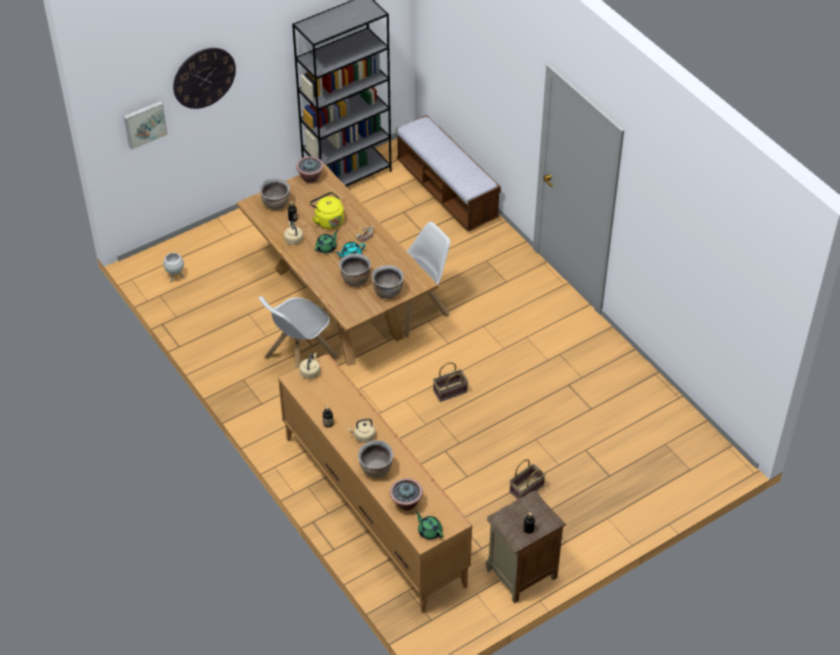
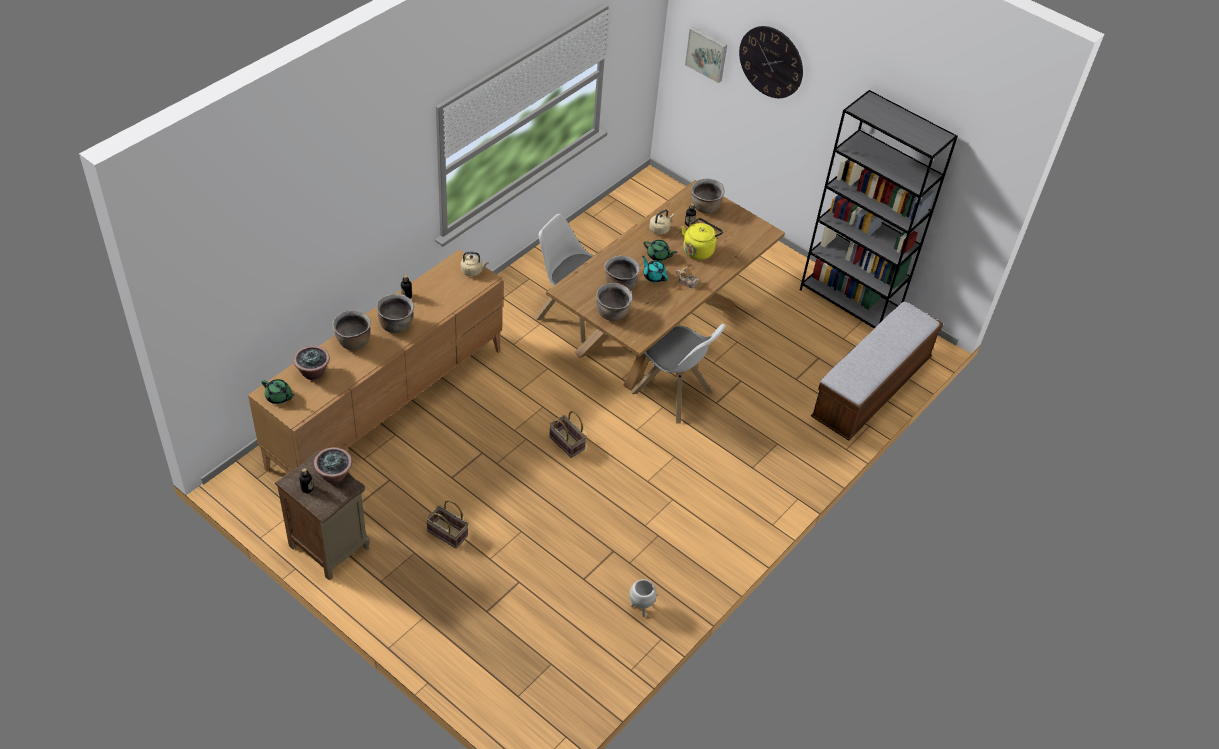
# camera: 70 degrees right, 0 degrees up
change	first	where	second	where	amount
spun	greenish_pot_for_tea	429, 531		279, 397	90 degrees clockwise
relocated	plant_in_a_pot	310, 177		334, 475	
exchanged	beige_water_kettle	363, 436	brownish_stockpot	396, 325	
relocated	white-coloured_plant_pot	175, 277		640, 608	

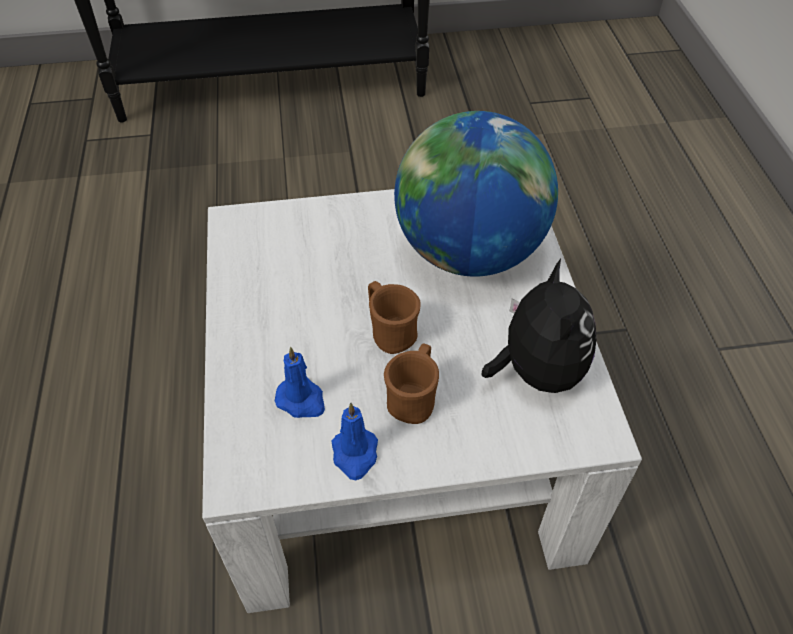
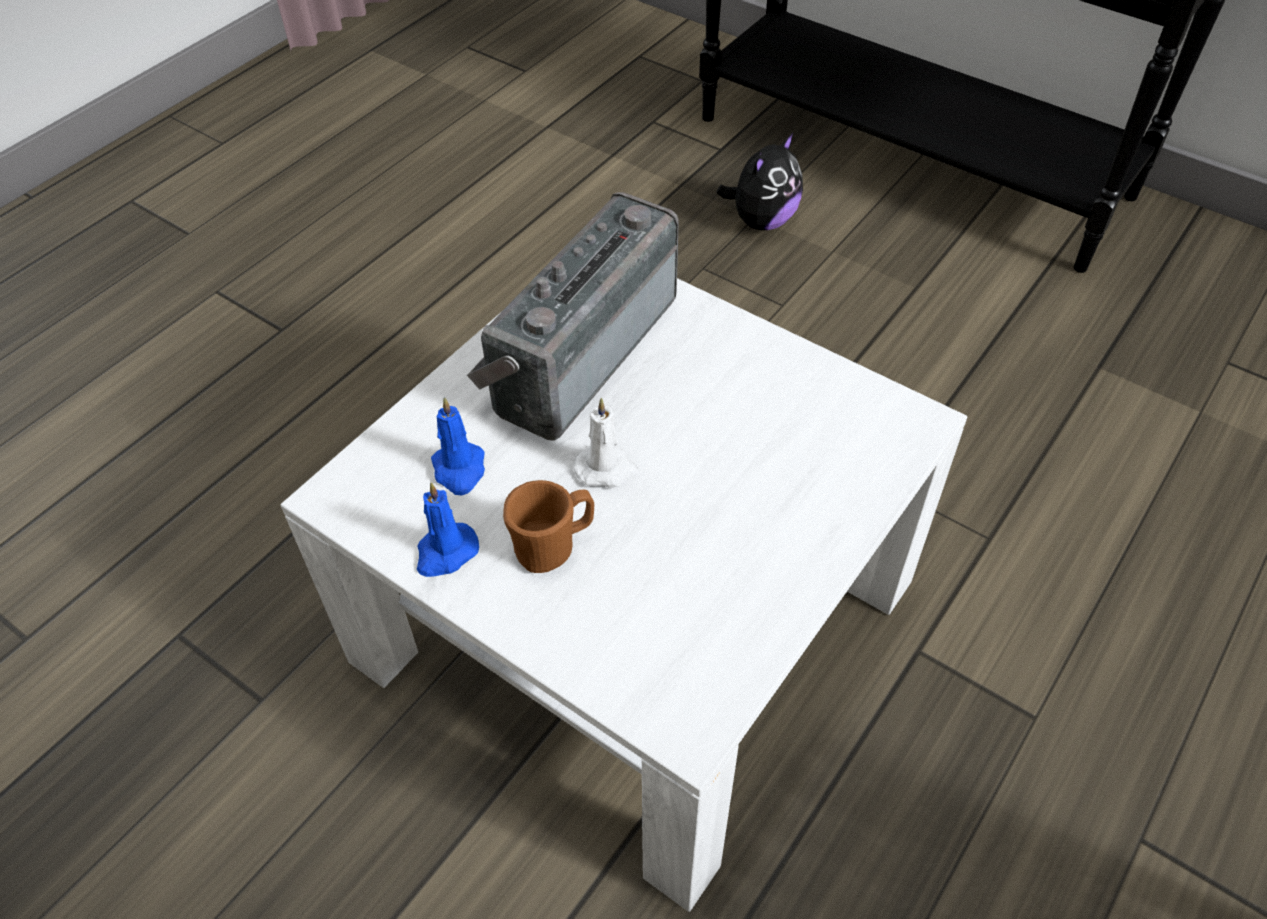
# camera: 45 degrees right, 0 degrees up
change	first	where	second	where	amount
appeared			radio_set	578, 350	
exchanged	brownish_mug	390, 332	white-coloured_wax_light	607, 469	
relocated	soft_toy	536, 371		761, 220	
missing	world_globe	468, 252			

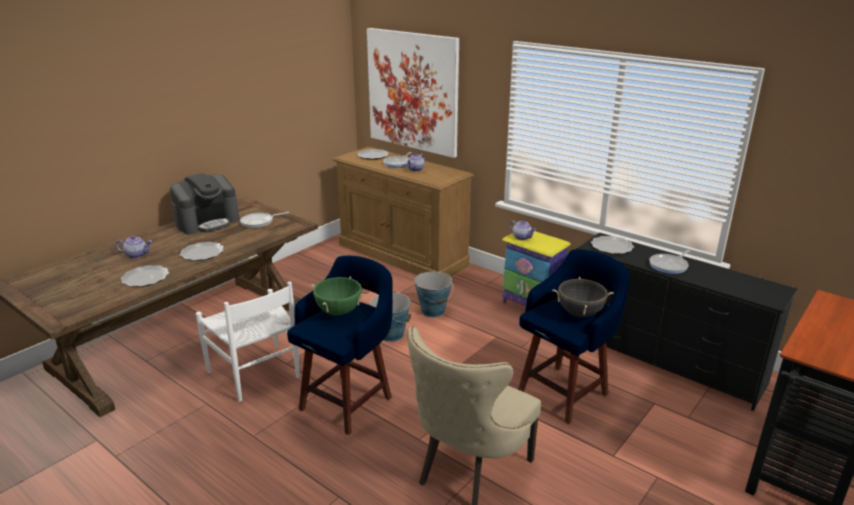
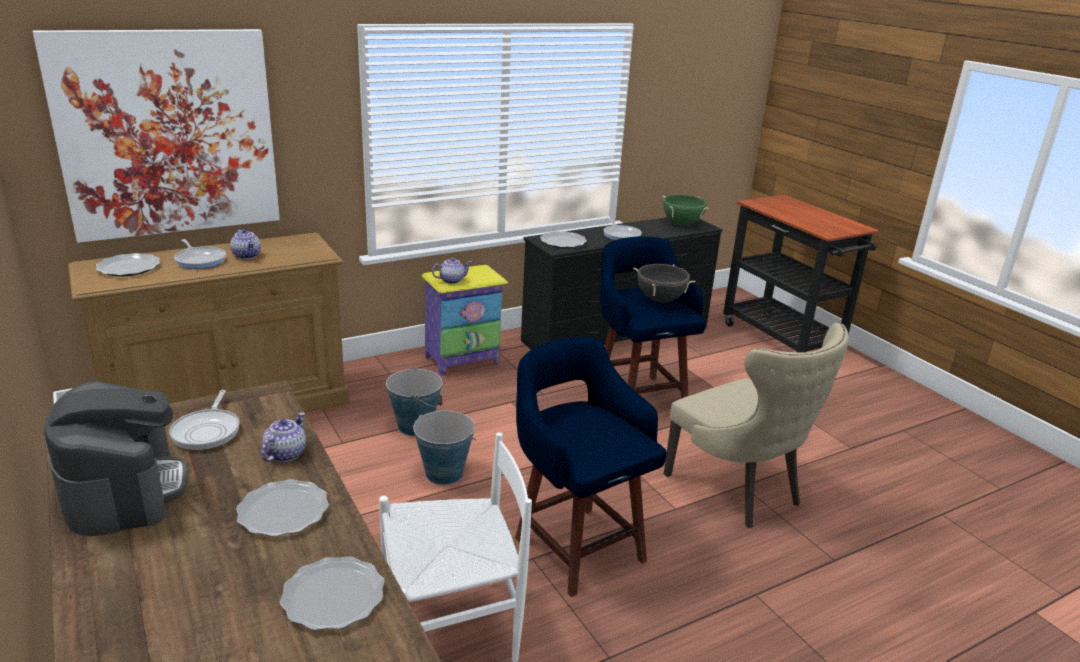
# camera: 70 degrees left, 0 degrees up
change	first	where	second	where	amount
relocated	pot_for_tea	137, 255		285, 453	
relocated	greenish_stockpot	339, 312		681, 224	

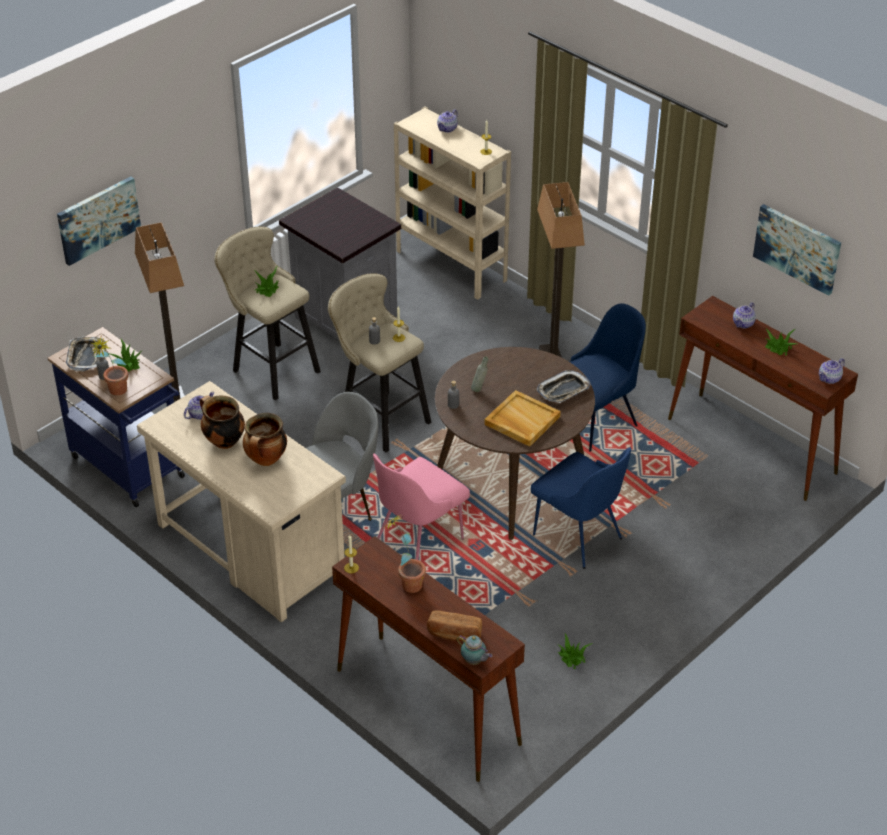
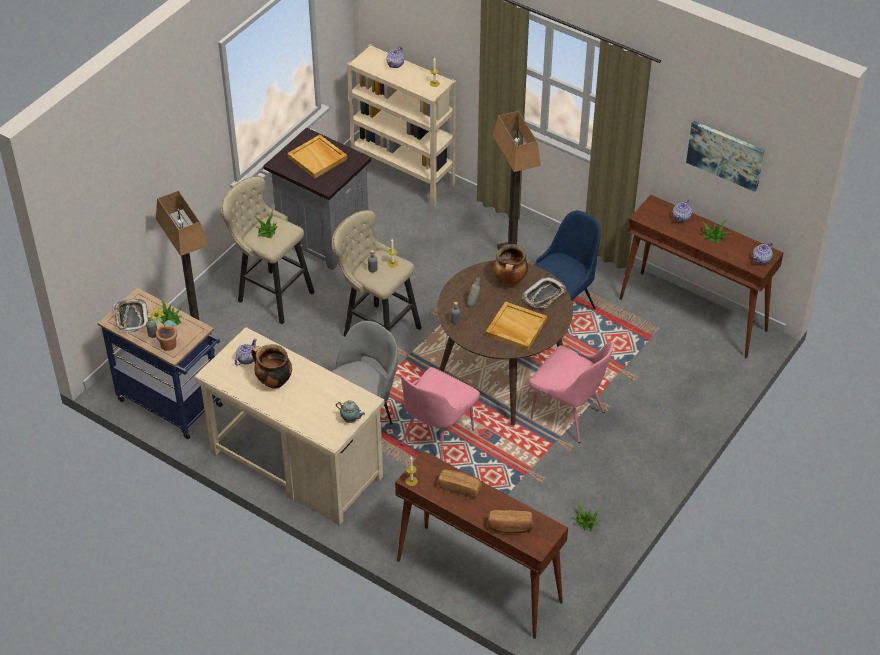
# camera: 10 degrees left, 5 degrees up
change	first	where	second	where	amount
appeared			beige_tray	318, 158	
relocated	pot_for_tea	474, 661		351, 420	
exchanged	plant_in_a_pot	406, 582	bread	460, 487	
relocated	stockpot	266, 460		510, 281	
colour	blue-coloured_plain_chair	578, 537	pink_plain_chair	568, 415	
missing	wall_picture	98, 219			

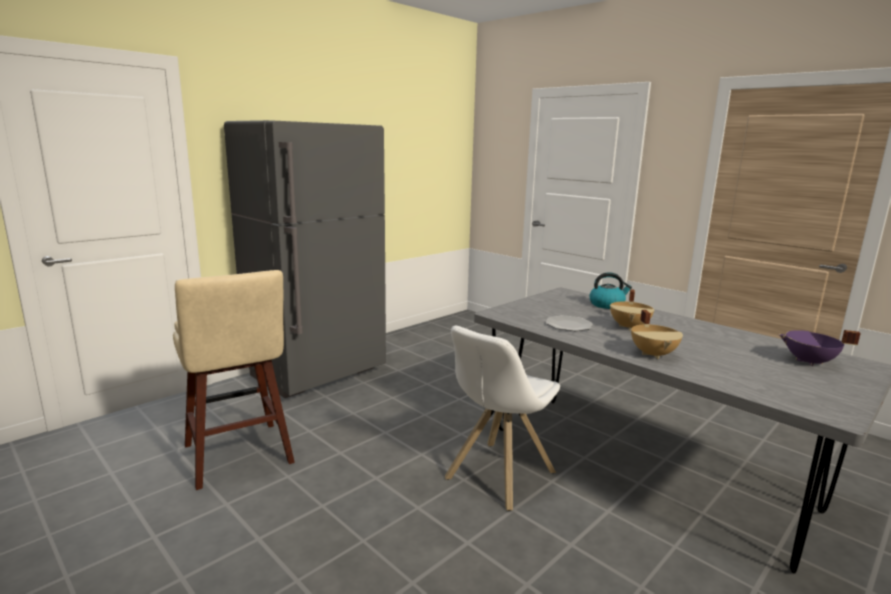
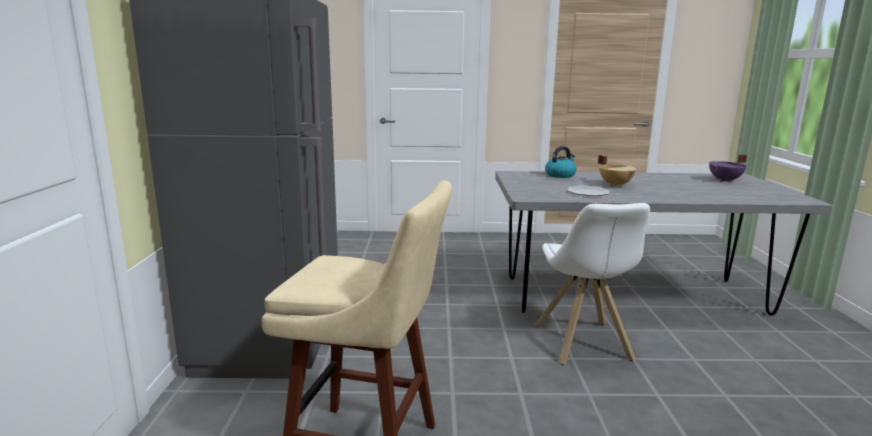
# camera: 45 degrees left, 0 degrees up
change	first	where	second	where	amount
missing	beige_stockpot	654, 354			

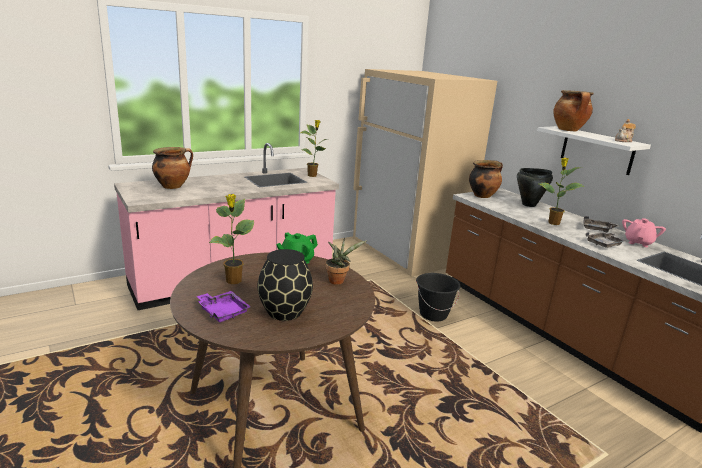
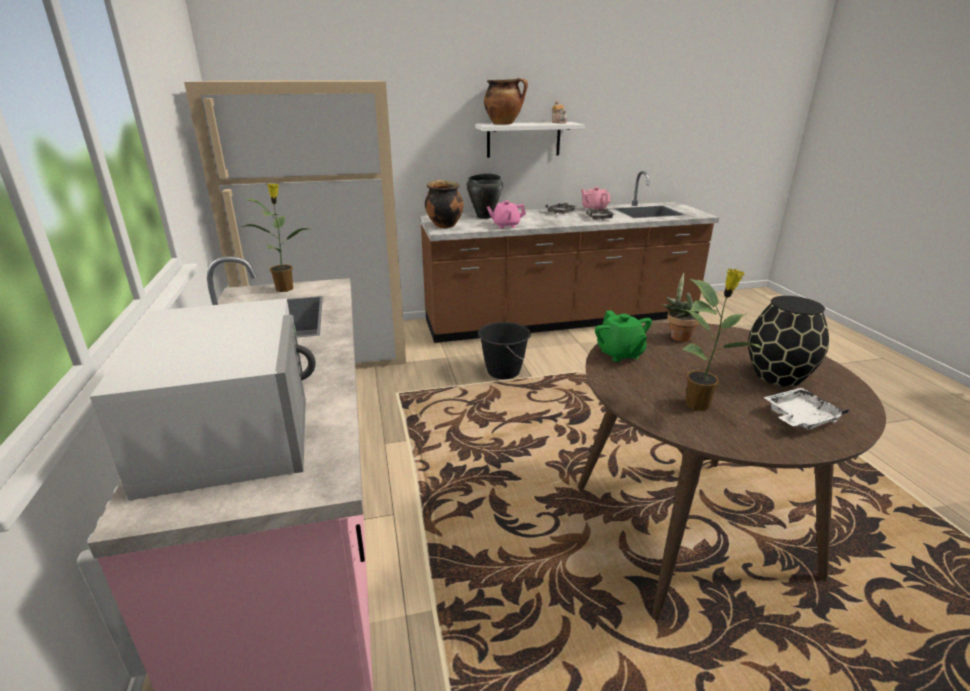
# camera: 70 degrees left, 5 degrees up
change	first	where	second	where	amount
exchanged	stockpot	173, 186	white-coloured_microwave	231, 429	
appeared			pink_pot_for_tea	505, 226	
colour	purplish_tray	223, 311	white-coloured_tray	799, 418	
missing	plant_in_a_pot	553, 223			

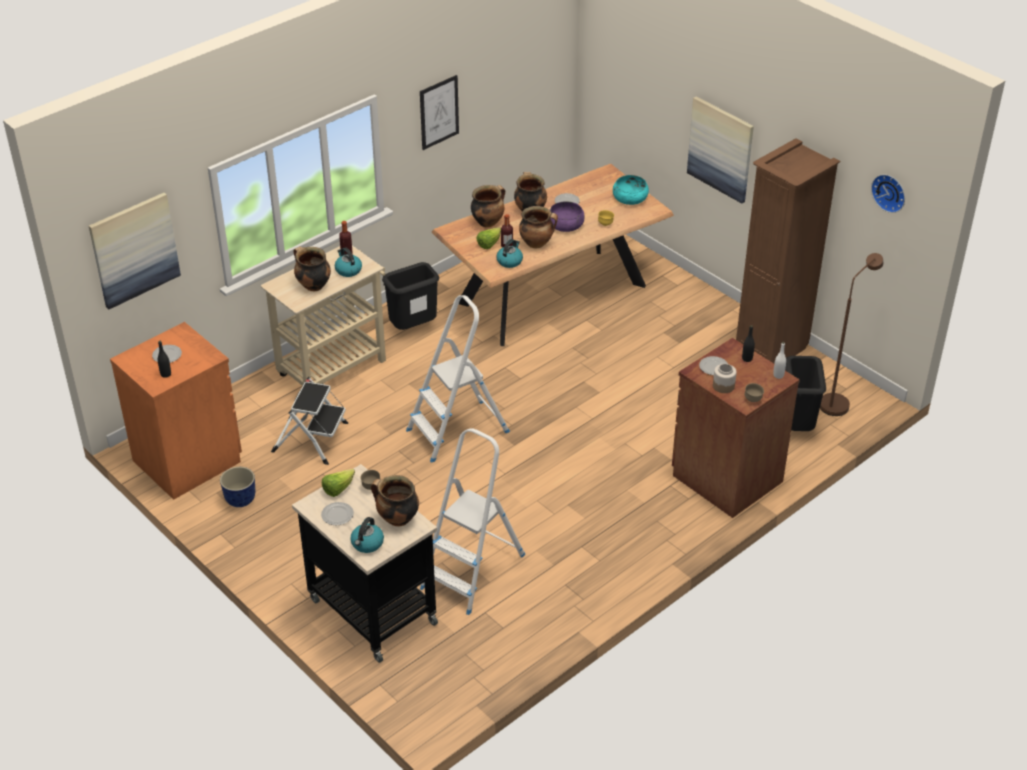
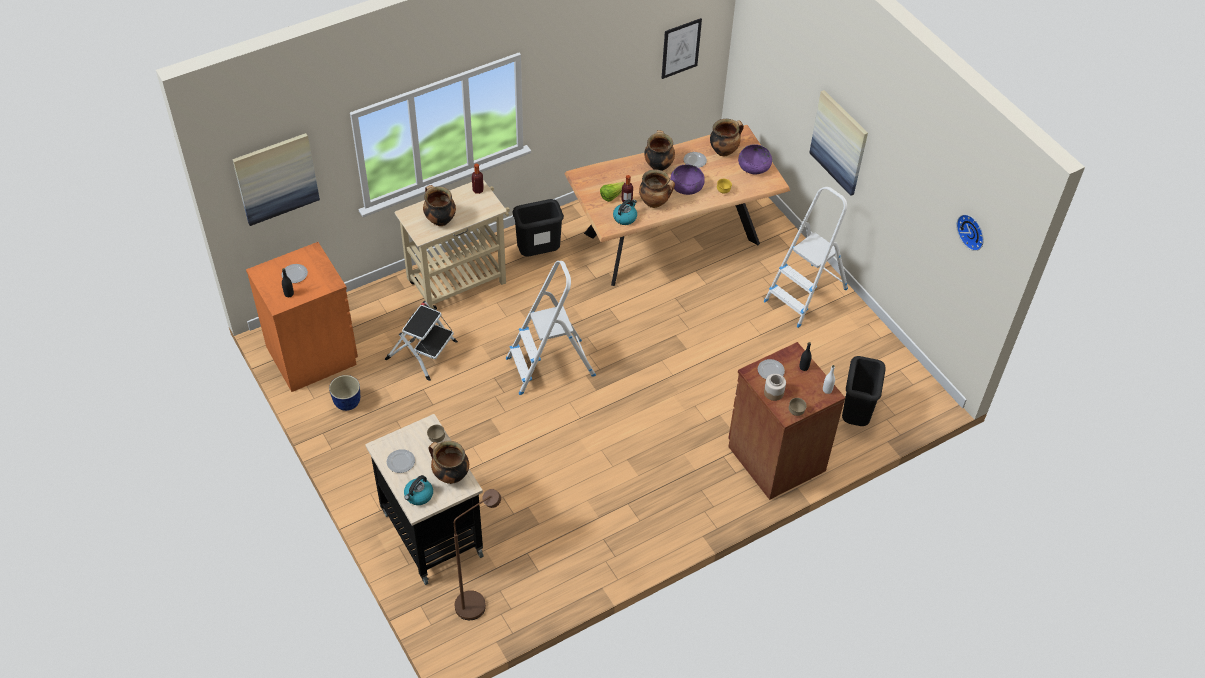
# camera: 10 degrees right, 10 degrees up
change	first	where	second	where	amount
relocated	brownish_standing_lamp	838, 401		477, 601	
relocated	wall_picture	439, 112		681, 48	
relocated	stockpot	488, 222		724, 150	
colour	turquoise_serving_bowl	630, 198	purplish_serving_bowl	754, 166	
relocated	white-coloured_step_stool	472, 572		805, 295	
missing	lettuce_head	338, 489			
missing	water_kettle	348, 270			
missing	brownish_storage_cabinet	771, 349			

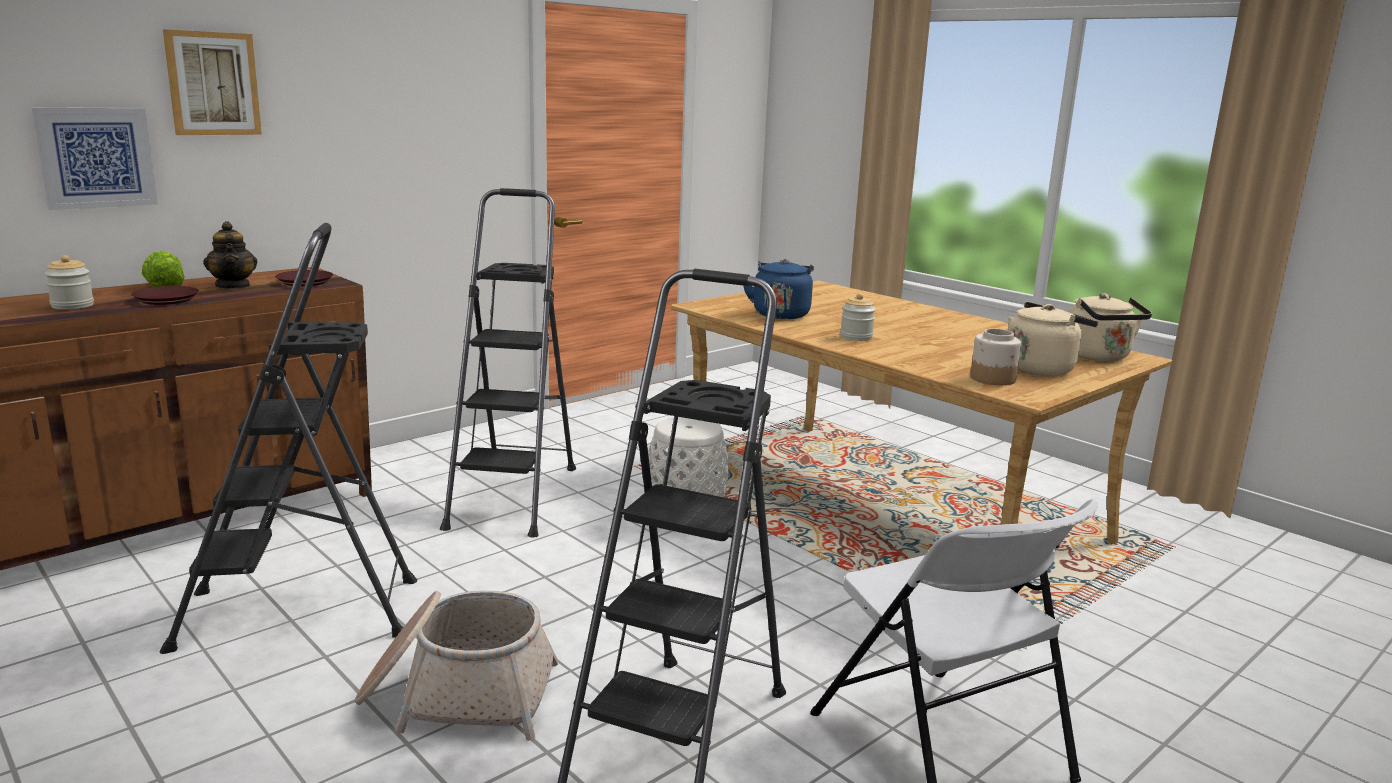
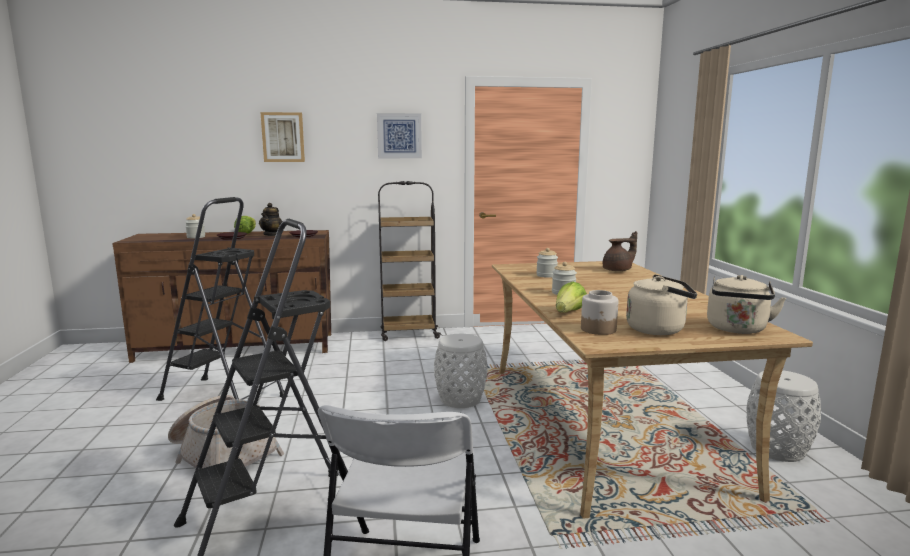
# camera: 35 degrees right, 5 degrees down
change	first	where	second	where	amount
relocated	wall_picture	96, 157		399, 136	
appeared			brownish_trolley	409, 335	
exchanged	blue-coloured_water_kettle	780, 314	jar	546, 275	
appeared			lettuce_head	569, 313	
appeared			brownish_pot_for_tea	618, 270	
appeared			white-coloured_stool	777, 449	
missing	step_stool	514, 495			

